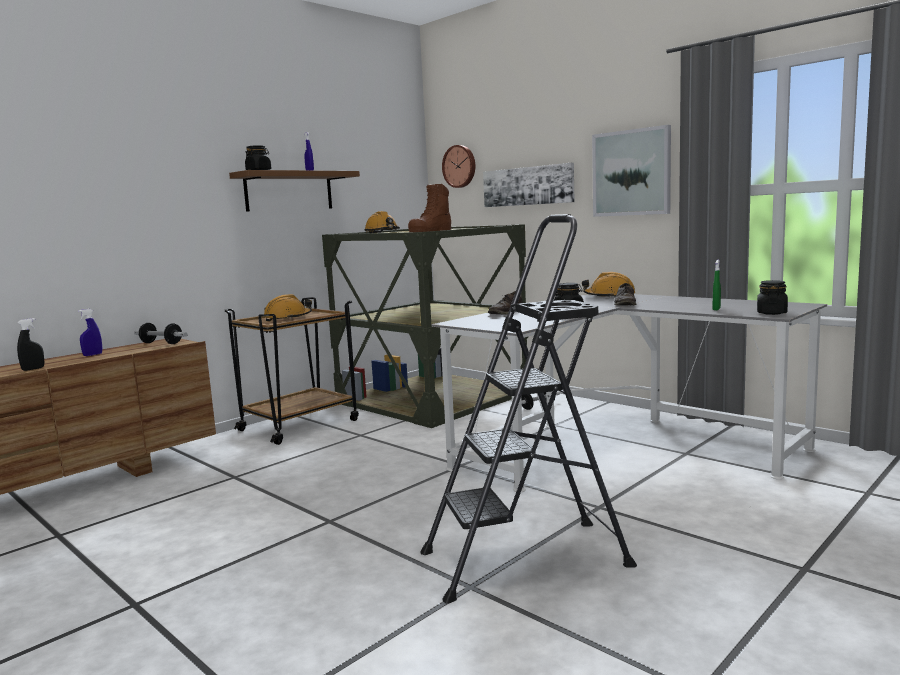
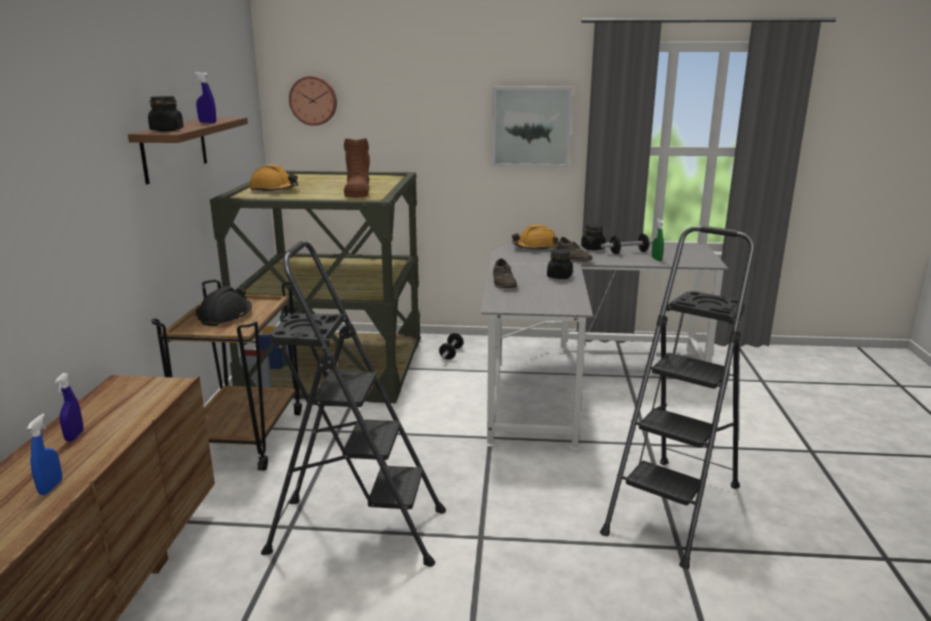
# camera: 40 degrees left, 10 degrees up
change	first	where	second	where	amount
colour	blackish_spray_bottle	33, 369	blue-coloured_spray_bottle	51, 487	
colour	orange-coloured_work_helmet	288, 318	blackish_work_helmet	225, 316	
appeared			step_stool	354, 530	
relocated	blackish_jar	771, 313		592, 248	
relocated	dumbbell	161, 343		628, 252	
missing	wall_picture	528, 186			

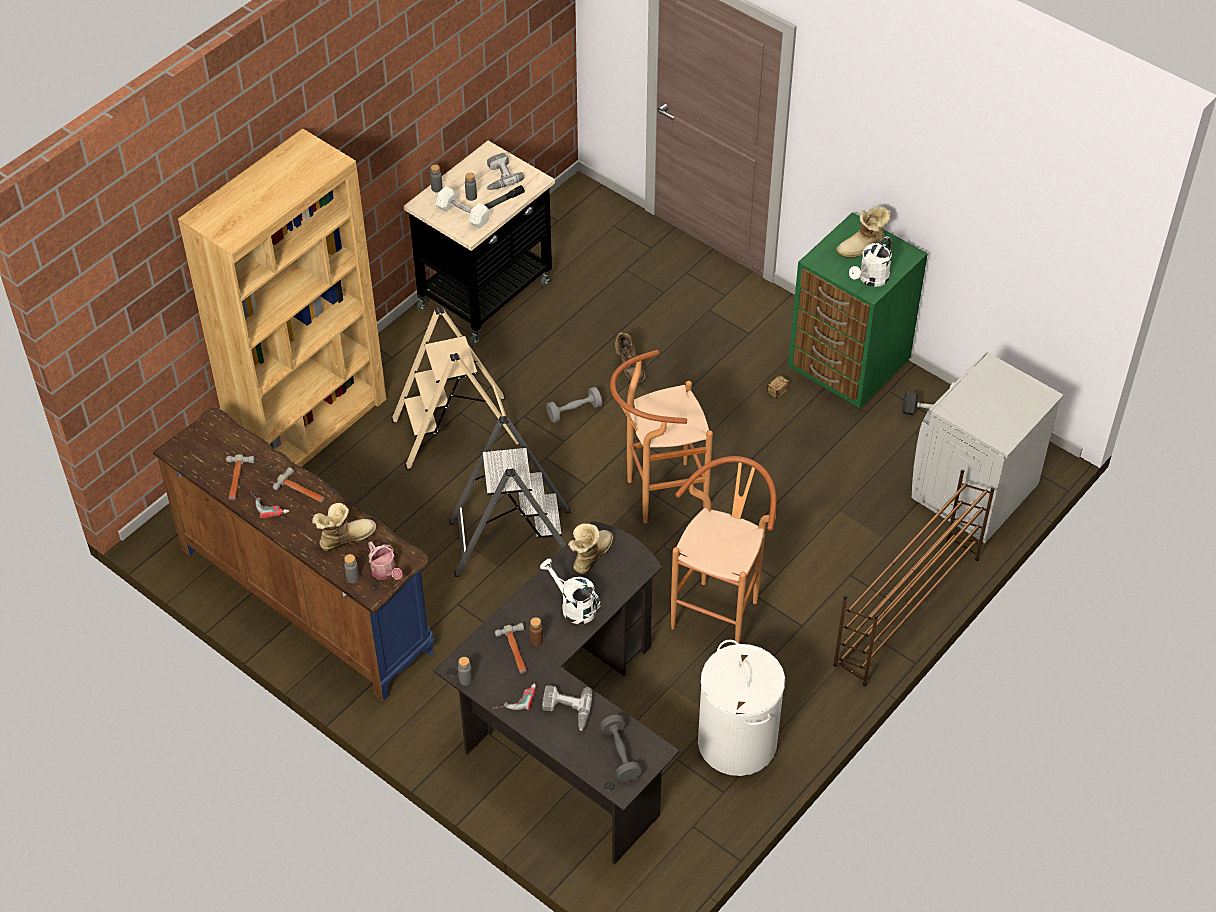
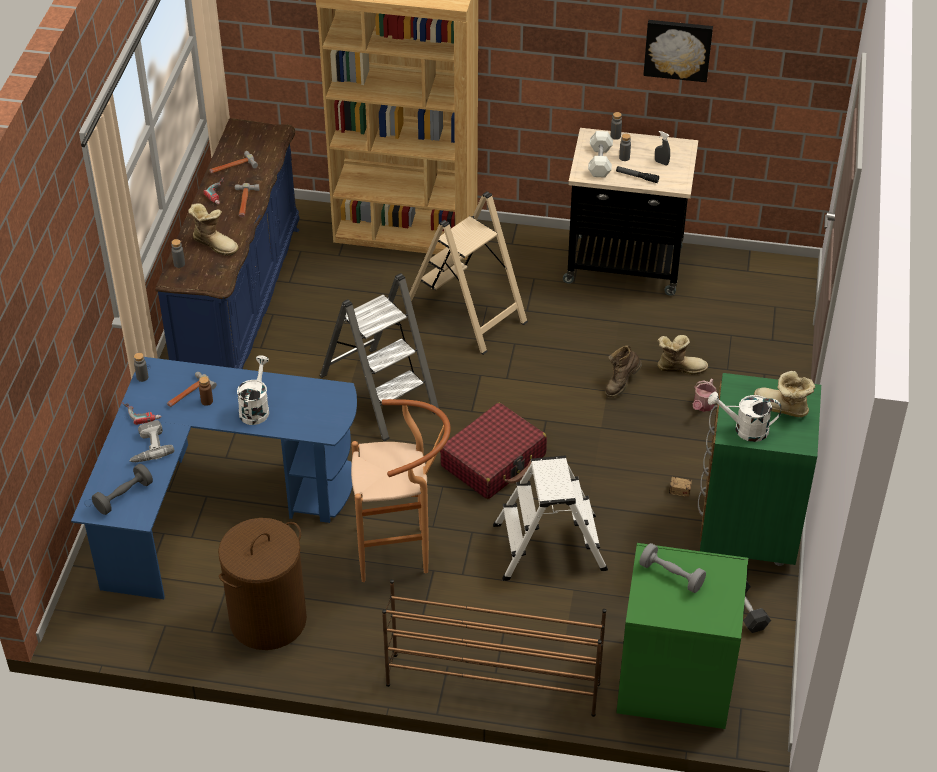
# camera: 60 degrees right, 5 degrees down
change	first	where	second	where	amount
colour	blackish_desk_table	566, 728	blue-coloured_desk_table	214, 505	
colour	white-coloured_hamper	737, 742	brownish_hamper	268, 620	
exchanged	brownish_stool	658, 496	red-coloured_piece_of_luggage	493, 461	
appeared			white-coloured_step_stool	550, 547	
colour	white-coloured_washing_machine	974, 492	greenish_washing_machine	674, 682	
relocated	gray_dumbbell	574, 411		671, 575	
appeared			wall_picture	678, 49	
exchanged	drill	498, 177	gray_spray_bottle	661, 162	
relocated	high-top_boot	589, 556		680, 367	
relocated	watering_pot	385, 572		702, 406	

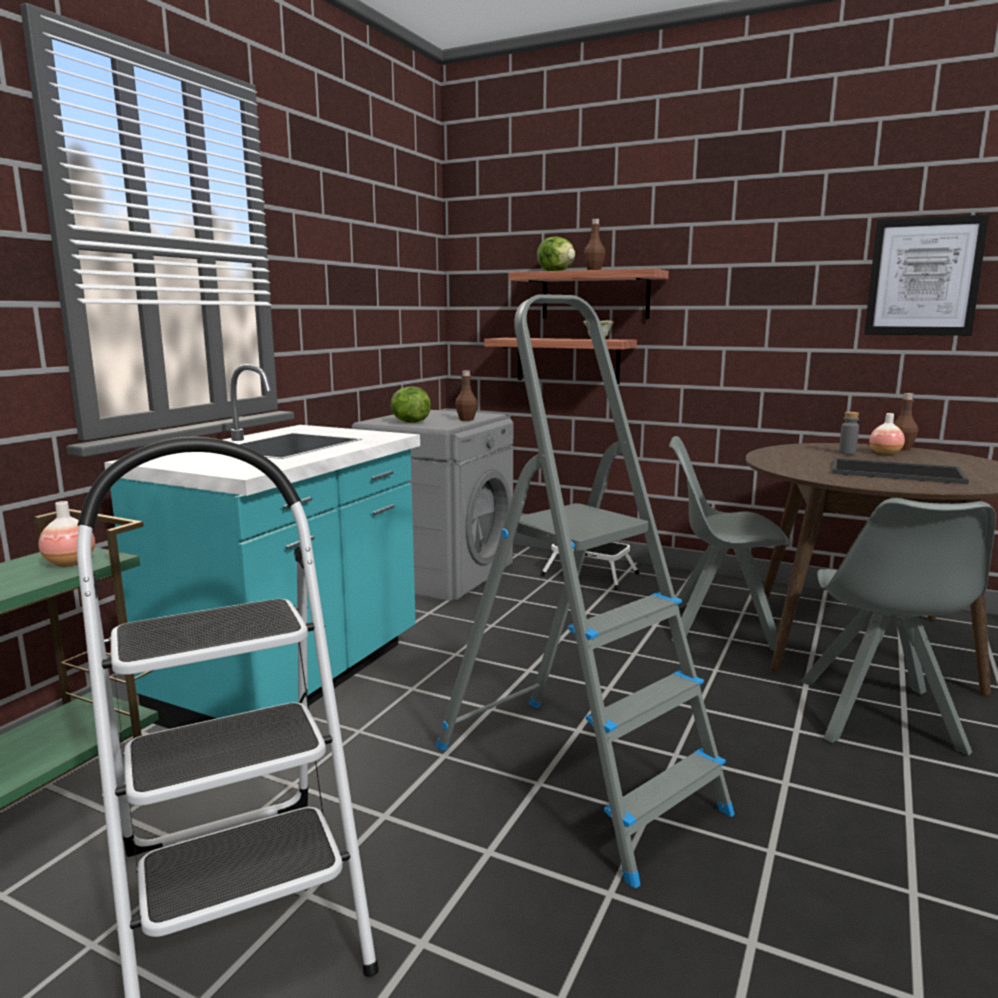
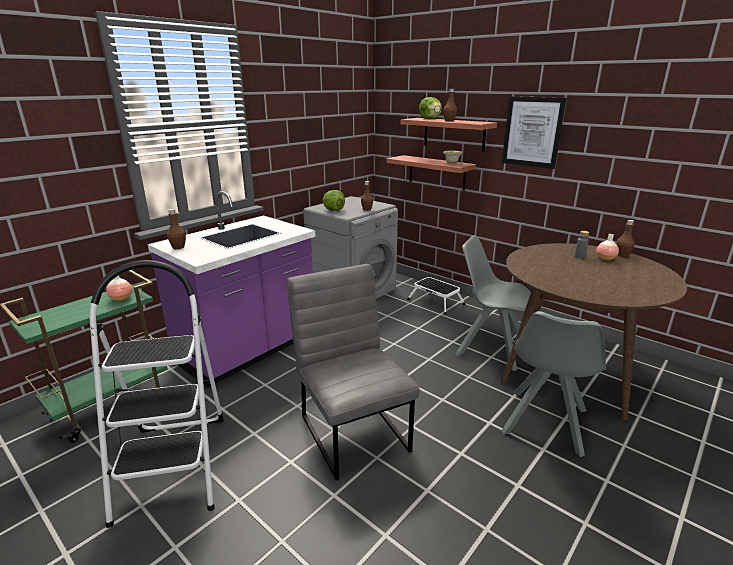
# camera: 15 degrees right, 10 degrees up
change	first	where	second	where	amount
colour	turquoise_kitchen_base_unit	294, 681	purplish_kitchen_base_unit	248, 351	
appeared			brownish_beverage_bottle	178, 247	
exchanged	gray_step_stool	576, 778	gray_plain_chair	353, 430	
relocated	wall_picture	923, 277		532, 132	
missing	tray	897, 472			

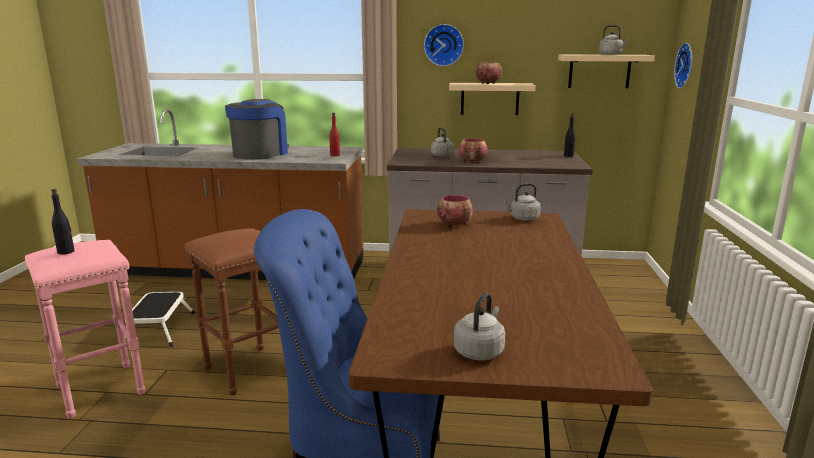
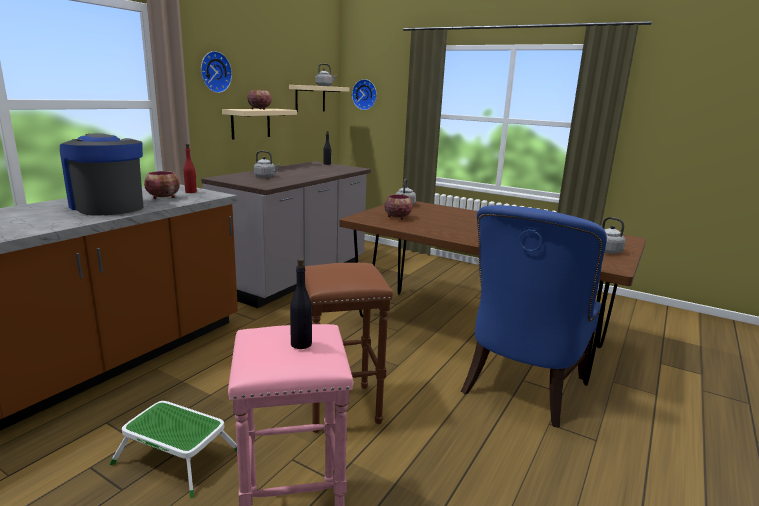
# camera: 65 degrees left, 0 degrees up
change	first	where	second	where	amount
colour	blackish_step_stool	158, 329	greenish_step_stool	176, 457	
relocated	serving_bowl	473, 162		164, 198	

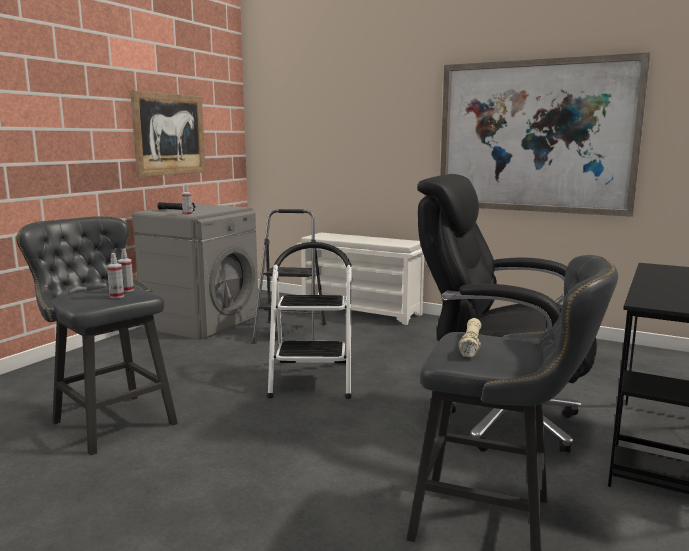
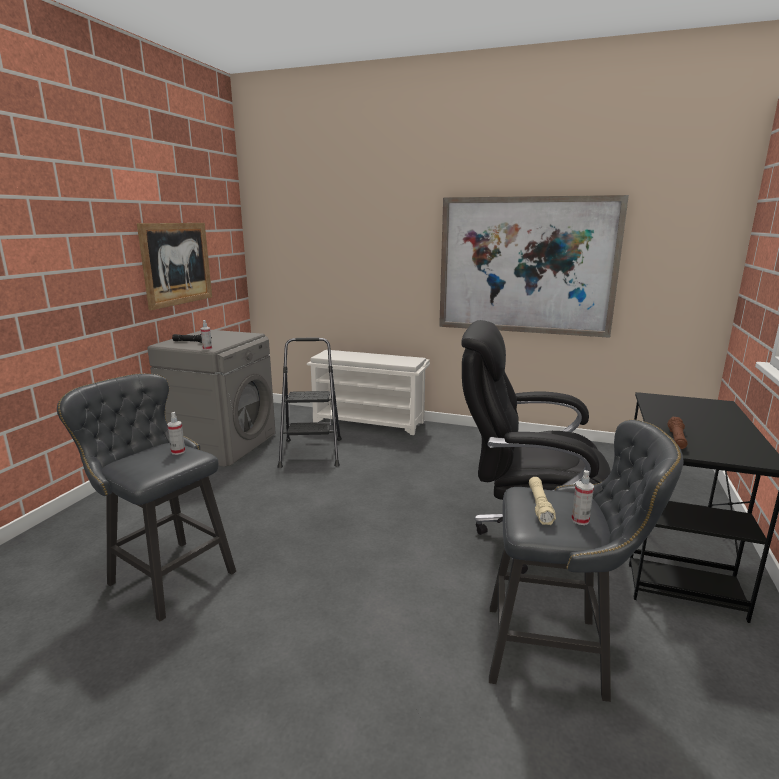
# camera: 10 degrees left, 5 degrees up
change	first	where	second	where	amount
relocated	spray_bottle	117, 296		580, 520	
appeared			brownish_hand_torch	676, 439	
missing	step_stool	313, 378			

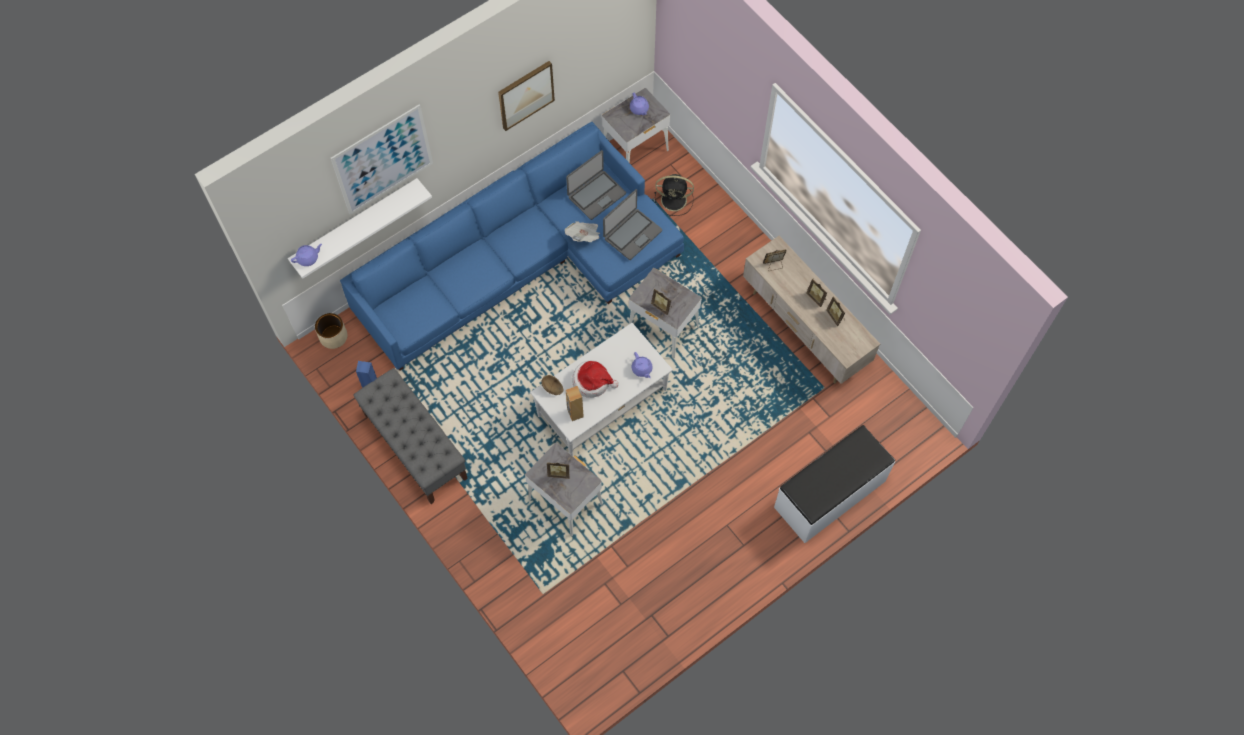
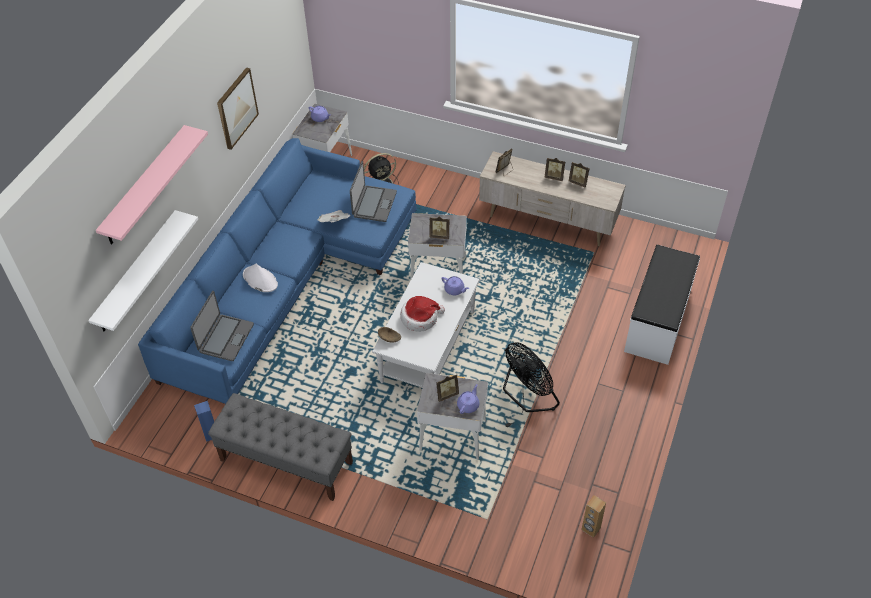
# camera: 30 degrees left, 15 degrees down
change	first	where	second	where	amount
exchanged	wall_picture	383, 160	pink_shelf	145, 186	
relocated	laptop	596, 195		225, 338	
appeared			white-coloured_clothing_hat	260, 280	
relocated	purplish_pot_for_tea	308, 258		468, 405	
appeared			blackish_fan	523, 398	
relocated	brownish_loudspeaker	575, 413		590, 529	
missing	beige_plant_pot	333, 336			

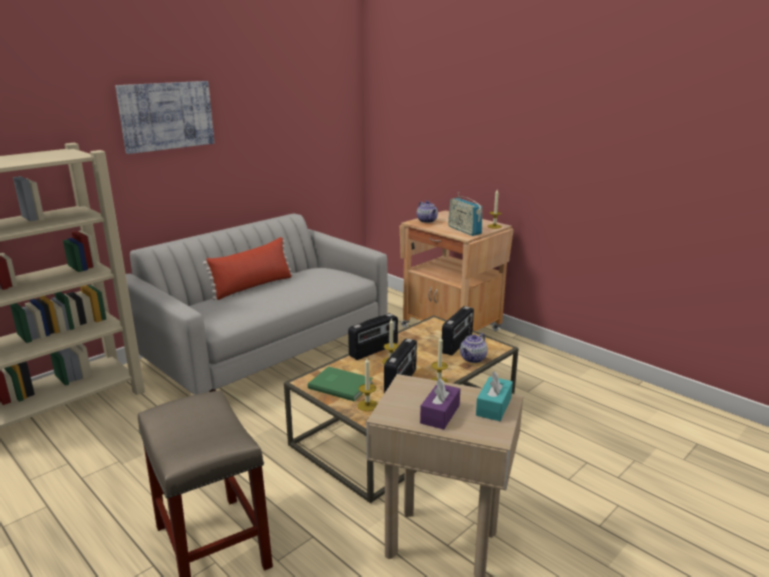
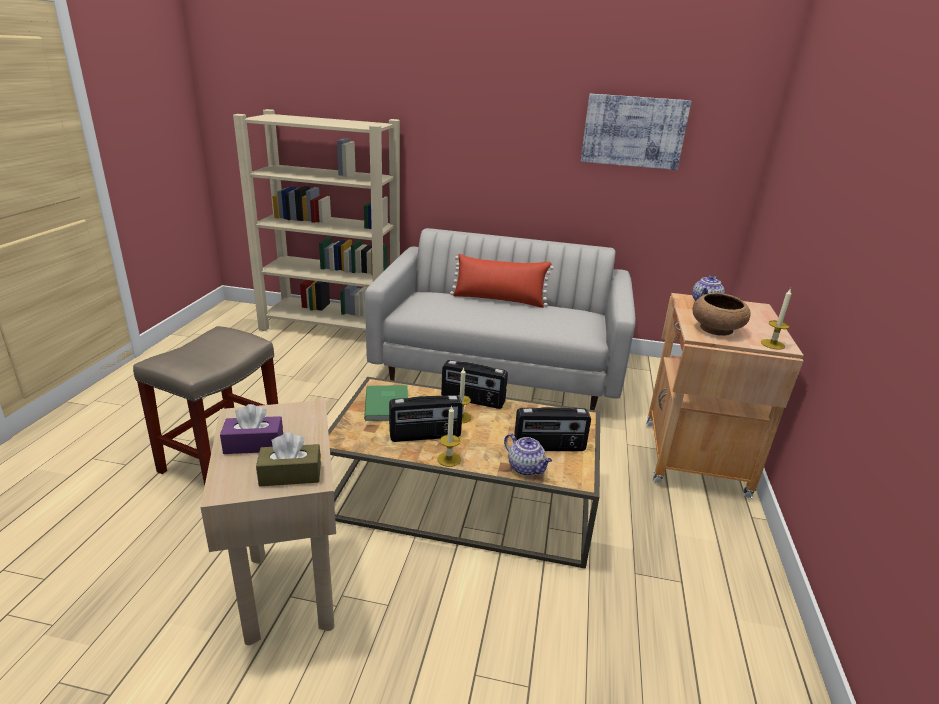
# camera: 55 degrees right, 5 degrees up
change	first	where	second	where	amount
colour	turquoise_tissue_holder	493, 406	brownish_tissue_holder	290, 475	
spun	pot_for_tea	473, 359		526, 468	135 degrees counterclockwise
relocated	wall_picture	167, 116		633, 131	
exchanged	radio_set	464, 230	brownish_serving_bowl	716, 329	
missing	wax_light	367, 405			

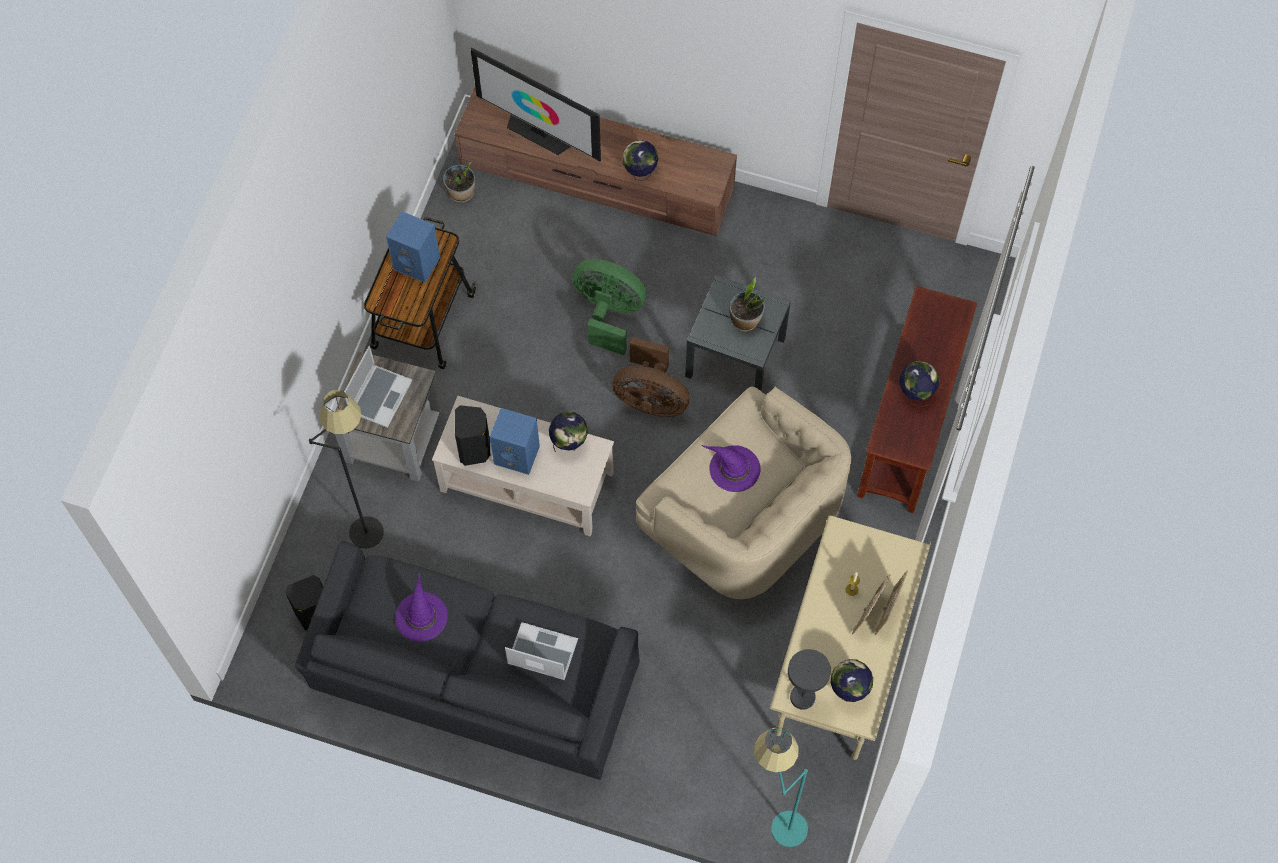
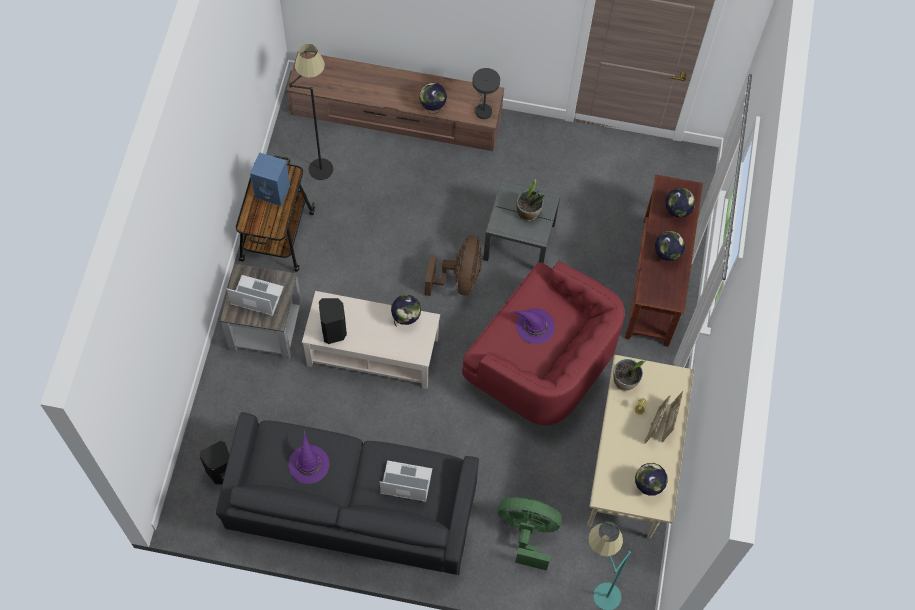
# camera: 10 degrees left, 0 degrees up
change	first	where	second	where	amount
spun	laptop	380, 396		256, 297	90 degrees counterclockwise
relocated	blackish_standing_lamp	366, 517		319, 159	
spun	brownish_fan	650, 399		459, 279	90 degrees counterclockwise
colour	beige_armchair	744, 516	red-coloured_armchair	542, 362	
relocated	gray_tabletop_lamp	802, 692		483, 109	
relocated	greenish_fan	608, 314		527, 533	
relocated	plant_in_a_pot	461, 193		625, 381	
appeared			world_globe	676, 213	
missing	television	539, 132			
missing	blue-coloured_loudspeaker	518, 454			

